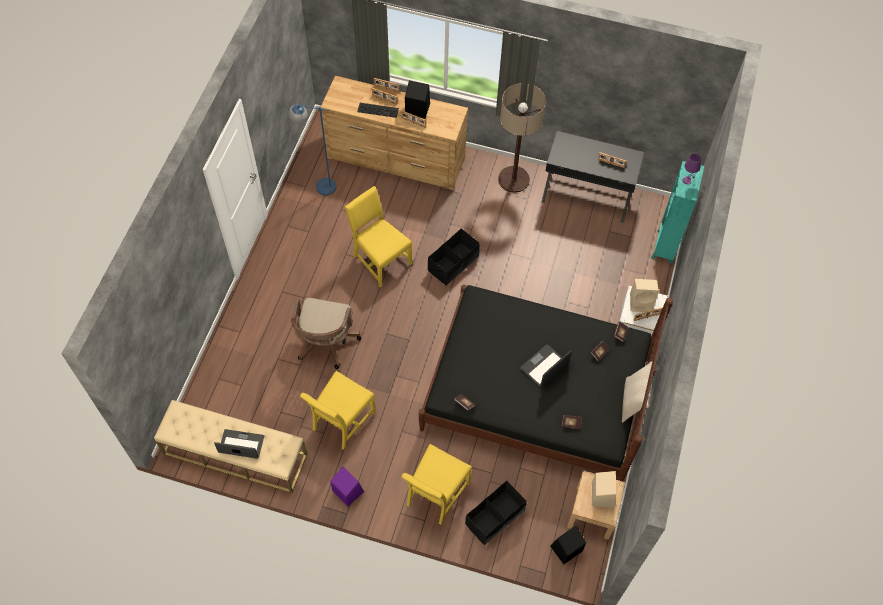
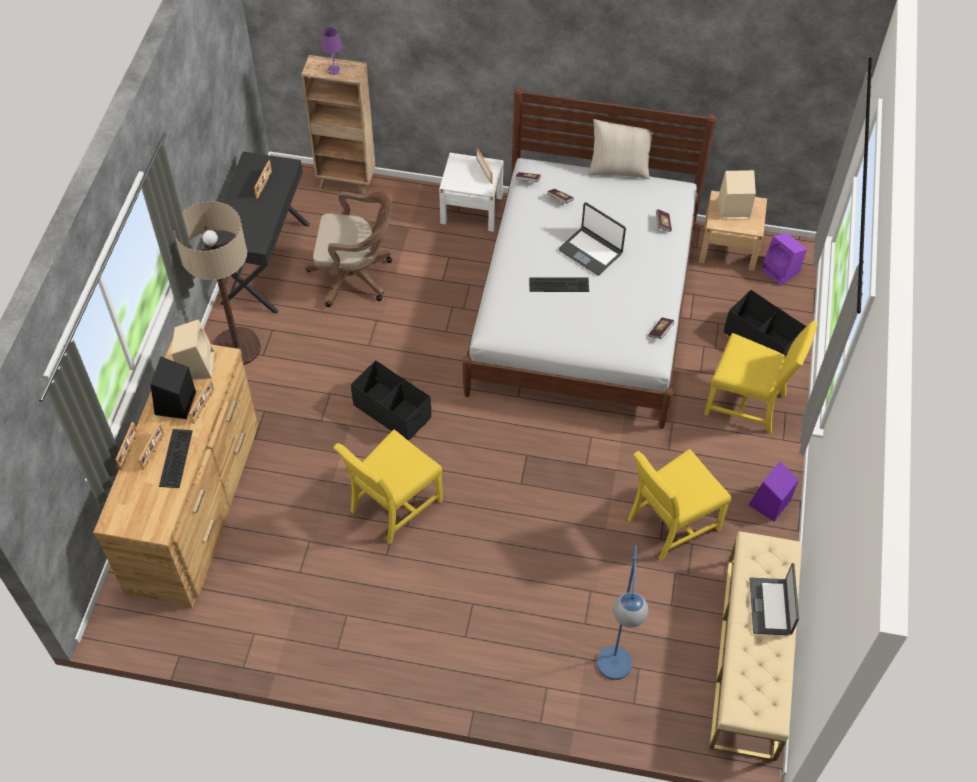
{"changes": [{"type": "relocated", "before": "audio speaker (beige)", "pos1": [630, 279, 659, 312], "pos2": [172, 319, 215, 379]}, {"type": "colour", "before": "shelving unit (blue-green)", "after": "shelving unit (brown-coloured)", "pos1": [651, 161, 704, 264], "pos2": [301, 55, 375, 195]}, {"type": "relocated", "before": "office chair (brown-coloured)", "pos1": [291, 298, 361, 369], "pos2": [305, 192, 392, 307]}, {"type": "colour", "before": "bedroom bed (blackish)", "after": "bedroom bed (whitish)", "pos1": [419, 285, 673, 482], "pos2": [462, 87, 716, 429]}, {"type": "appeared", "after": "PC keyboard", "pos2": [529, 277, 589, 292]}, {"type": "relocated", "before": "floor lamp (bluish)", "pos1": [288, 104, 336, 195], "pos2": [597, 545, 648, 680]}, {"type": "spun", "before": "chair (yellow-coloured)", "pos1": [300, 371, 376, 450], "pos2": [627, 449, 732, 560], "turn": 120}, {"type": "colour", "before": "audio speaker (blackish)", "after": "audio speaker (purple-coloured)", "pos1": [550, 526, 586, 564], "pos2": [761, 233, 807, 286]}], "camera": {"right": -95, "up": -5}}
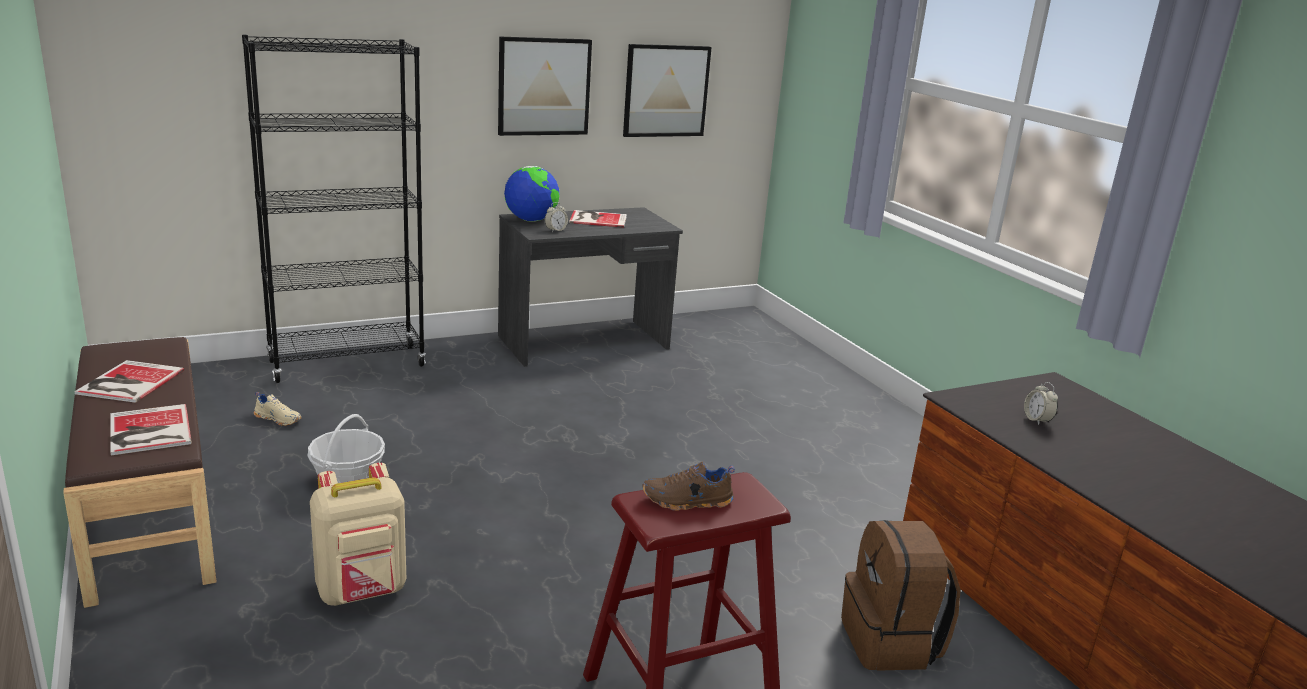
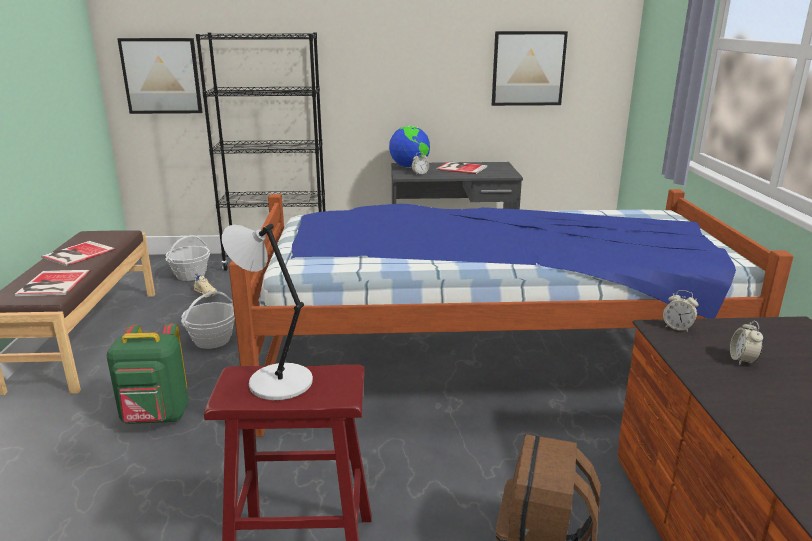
{"changes": [{"type": "colour", "before": "knapsack (beige)", "after": "knapsack (greenish)", "pos1": [310, 463, 406, 606], "pos2": [106, 323, 189, 424]}, {"type": "relocated", "before": "wall art", "pos1": [498, 36, 592, 136], "pos2": [117, 38, 203, 114]}, {"type": "appeared", "after": "basket", "pos2": [165, 235, 210, 281]}, {"type": "exchanged", "before": "item of footwear (brown-coloured)", "after": "table lamp (grey)", "pos1": [642, 462, 735, 511], "pos2": [222, 224, 313, 400]}, {"type": "appeared", "after": "bedroom bed", "pos2": [229, 189, 794, 437]}, {"type": "appeared", "after": "table clock", "pos2": [663, 290, 698, 332]}], "camera": {"right": 25, "up": 0}}
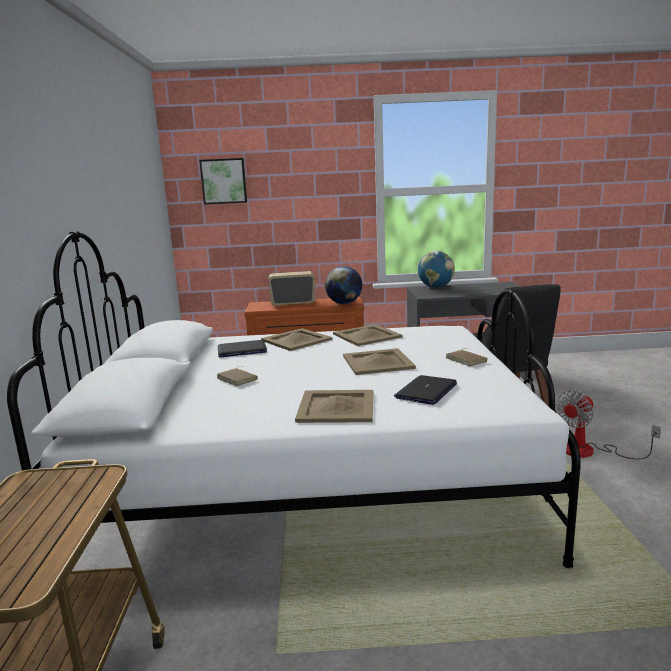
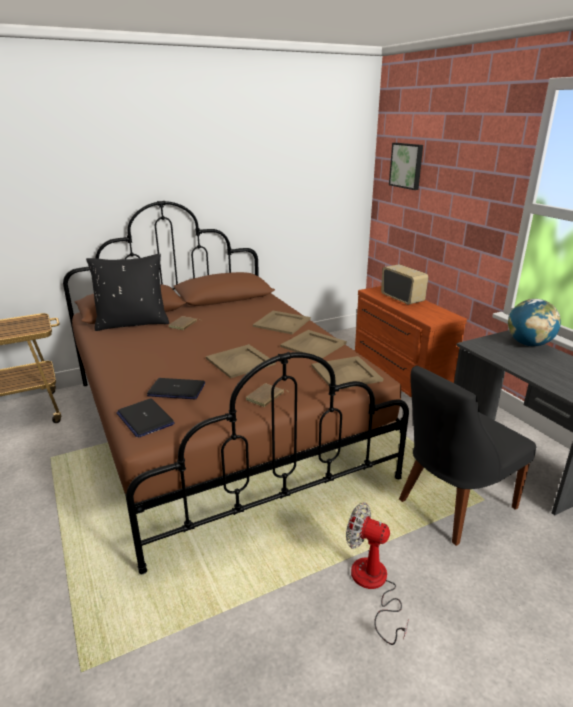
{"changes": [{"type": "colour", "before": "bedroom bed (whitish)", "after": "bedroom bed (brown-coloured)", "pos1": [7, 231, 581, 568], "pos2": [63, 201, 409, 574]}, {"type": "appeared", "after": "cushion (blackish)", "pos2": [86, 254, 169, 331]}, {"type": "relocated", "before": "laptop", "pos1": [218, 340, 267, 358], "pos2": [116, 398, 175, 437]}, {"type": "relocated", "before": "serving tray (beige)", "pos1": [295, 390, 373, 423], "pos2": [312, 356, 383, 389]}, {"type": "missing", "before": "globe", "pos1": [325, 266, 362, 304]}], "camera": {"right": 65, "up": 10}}
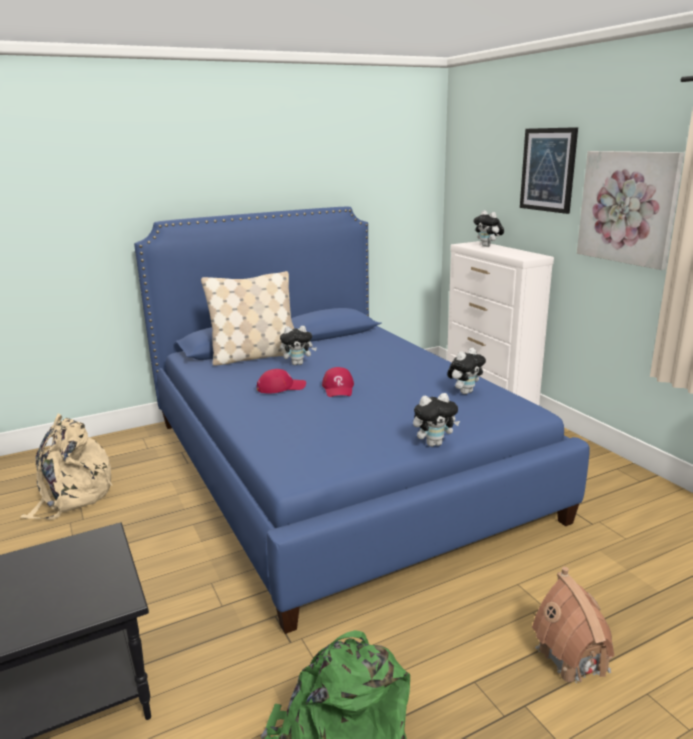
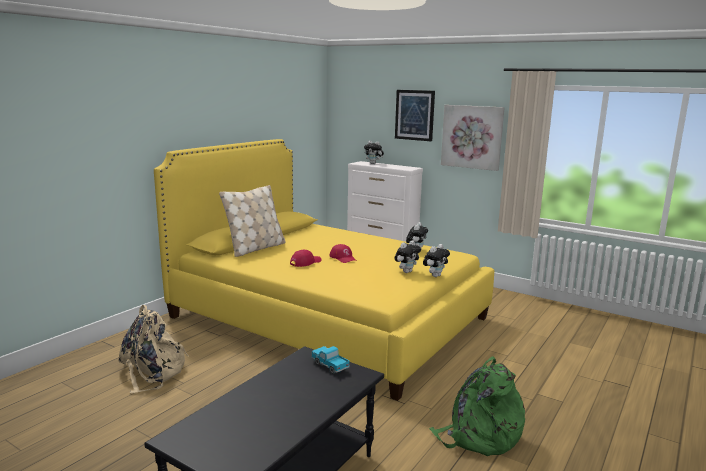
{"changes": [{"type": "colour", "before": "bedroom bed (bluish)", "after": "bedroom bed (yellow-coloured)", "pos1": [134, 207, 590, 634], "pos2": [154, 139, 494, 401]}, {"type": "appeared", "after": "toy truck", "pos2": [311, 346, 350, 374]}, {"type": "relocated", "before": "soft toy", "pos1": [280, 326, 317, 365], "pos2": [394, 240, 421, 273]}, {"type": "missing", "before": "miniature house", "pos1": [532, 567, 615, 686]}], "camera": {"right": -30, "up": -5}}
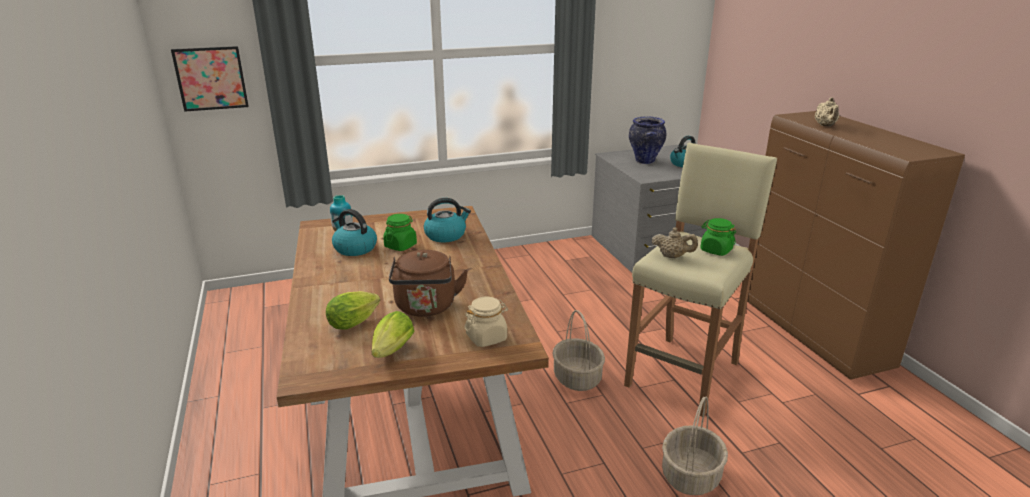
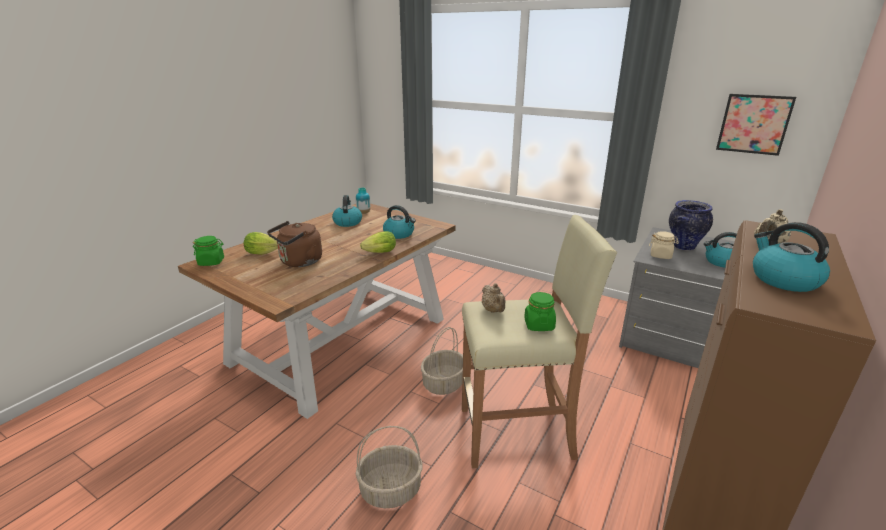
{"changes": [{"type": "relocated", "before": "storage jar (greenish)", "pos1": [383, 214, 417, 251], "pos2": [193, 236, 224, 266]}, {"type": "relocated", "before": "head of lettuce", "pos1": [371, 311, 414, 358], "pos2": [360, 231, 396, 253]}, {"type": "relocated", "before": "storage jar (beige)", "pos1": [464, 297, 508, 347], "pos2": [649, 231, 679, 259]}, {"type": "relocated", "before": "wall art", "pos1": [171, 46, 249, 112], "pos2": [716, 94, 796, 156]}, {"type": "appeared", "after": "tea kettle", "pos2": [753, 222, 830, 292]}], "camera": {"right": 50, "up": 0}}
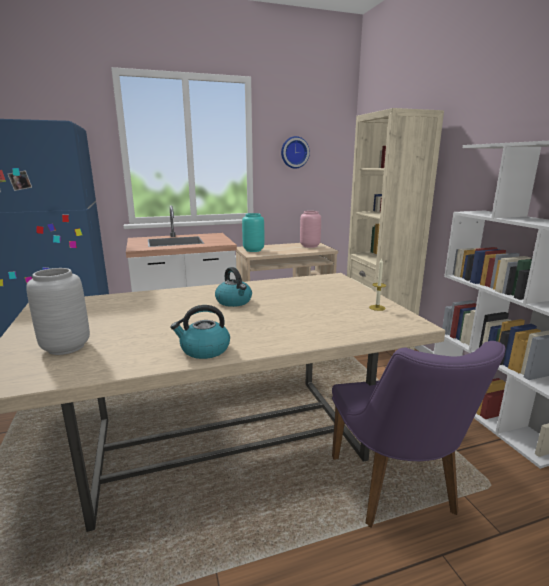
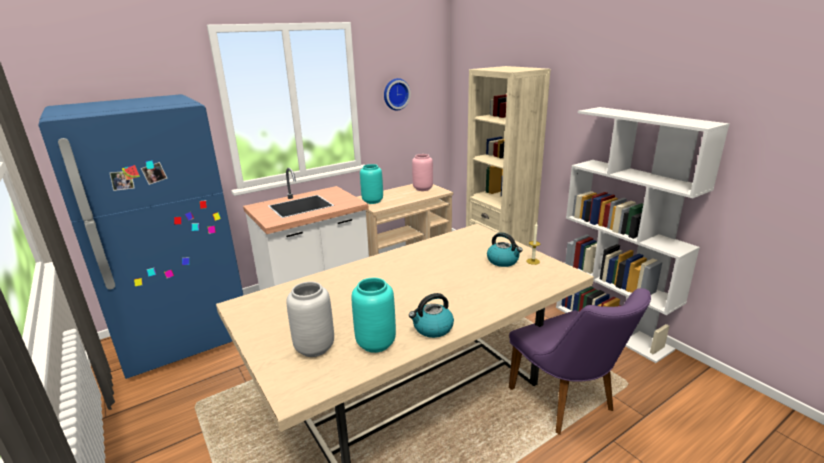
{"changes": [{"type": "appeared", "after": "decorative vase (blue-green)", "pos2": [352, 278, 396, 353]}, {"type": "relocated", "before": "tea kettle", "pos1": [215, 267, 252, 307], "pos2": [487, 232, 523, 267]}], "camera": {"right": -15, "up": 5}}
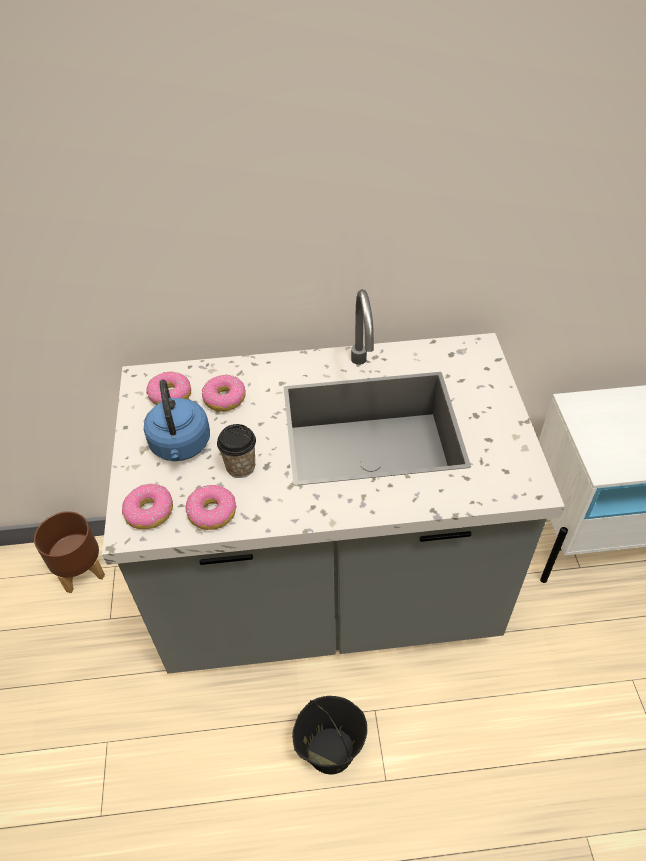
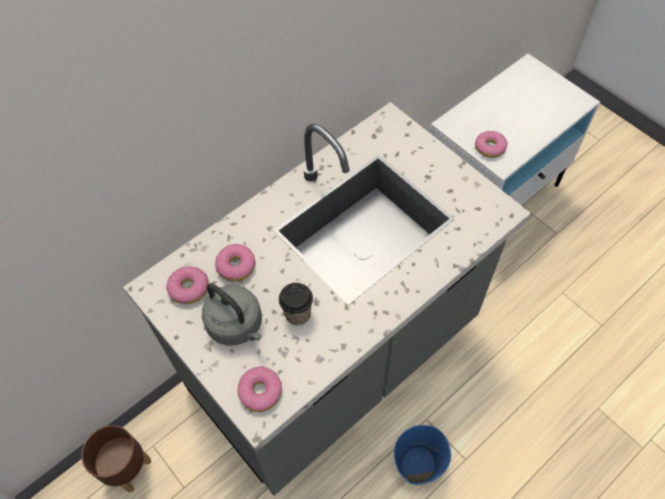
{"changes": [{"type": "colour", "before": "tea kettle (bluish)", "after": "tea kettle (grey)", "pos1": [144, 380, 210, 461], "pos2": [202, 283, 262, 346]}, {"type": "colour", "before": "bucket (blackish)", "after": "bucket (bluish)", "pos1": [292, 696, 367, 775], "pos2": [394, 425, 451, 485]}, {"type": "relocated", "before": "doughnut", "pos1": [185, 485, 237, 530], "pos2": [475, 131, 508, 158]}], "camera": {"right": -35, "up": 10}}
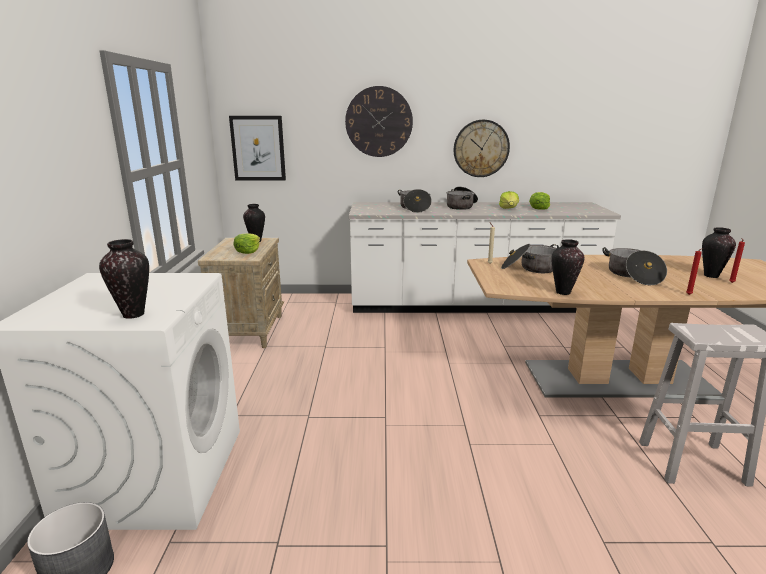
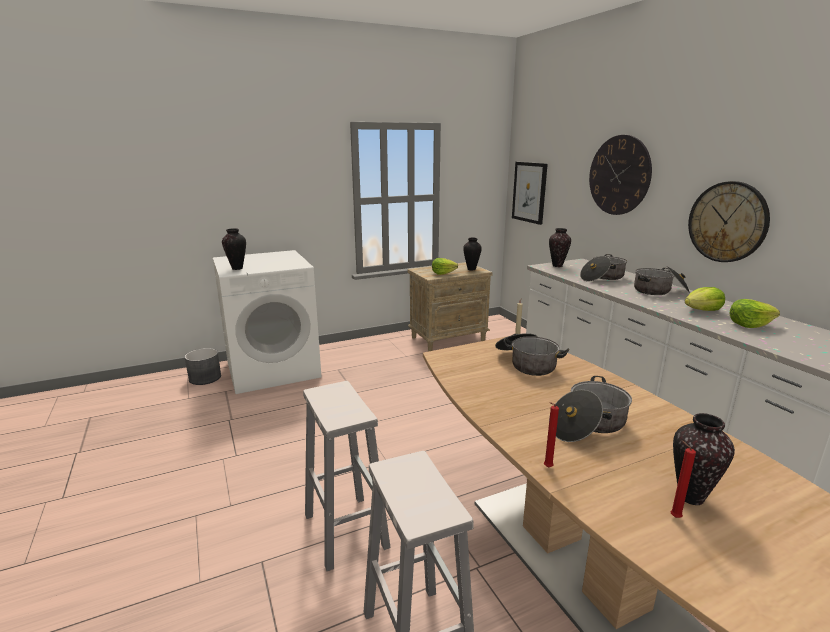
{"changes": [{"type": "appeared", "after": "sitting stool (whitish)", "pos2": [303, 381, 391, 571]}, {"type": "relocated", "before": "decorative vase", "pos1": [552, 239, 584, 295], "pos2": [549, 228, 571, 267]}], "camera": {"right": 65, "up": 0}}
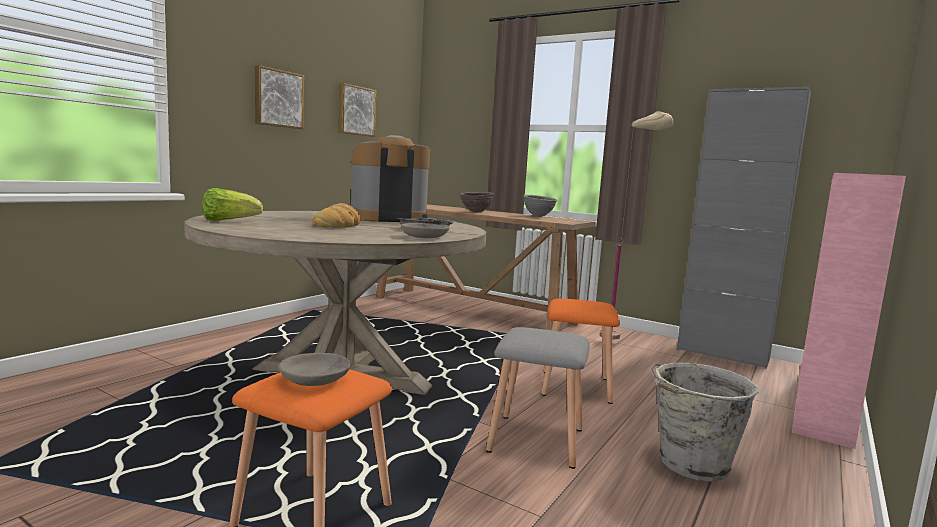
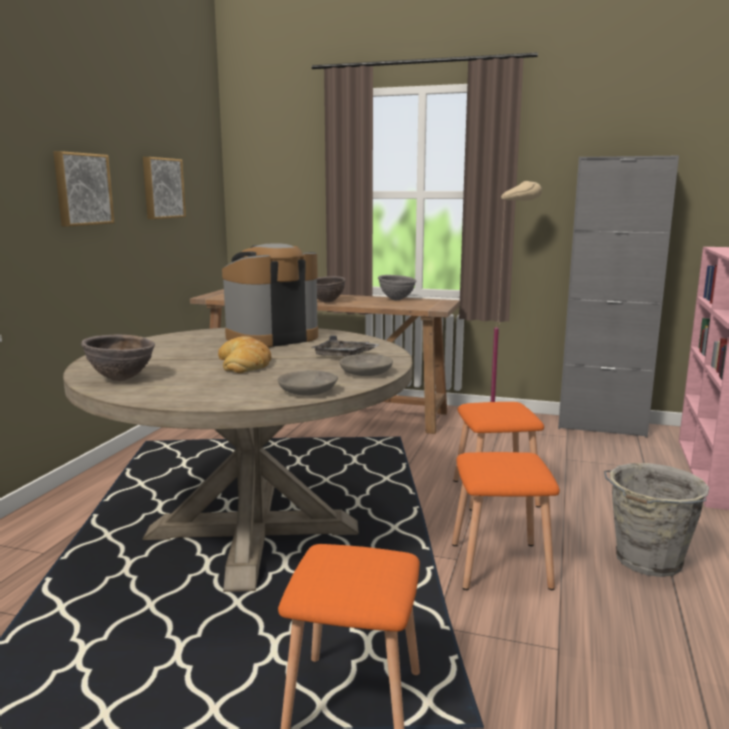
{"changes": [{"type": "exchanged", "before": "head of lettuce", "after": "serving bowl (brown-coloured)", "pos1": [202, 188, 263, 221], "pos2": [81, 335, 155, 381]}, {"type": "relocated", "before": "serving bowl (grey)", "pos1": [278, 353, 351, 386], "pos2": [278, 370, 338, 396]}, {"type": "colour", "before": "sitting stool (grey)", "after": "sitting stool (orangey)", "pos1": [486, 327, 589, 469], "pos2": [452, 452, 560, 590]}], "camera": {"right": -15, "up": 5}}
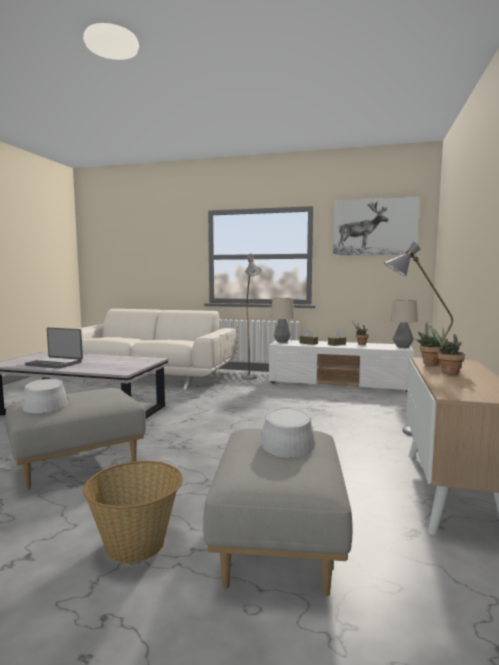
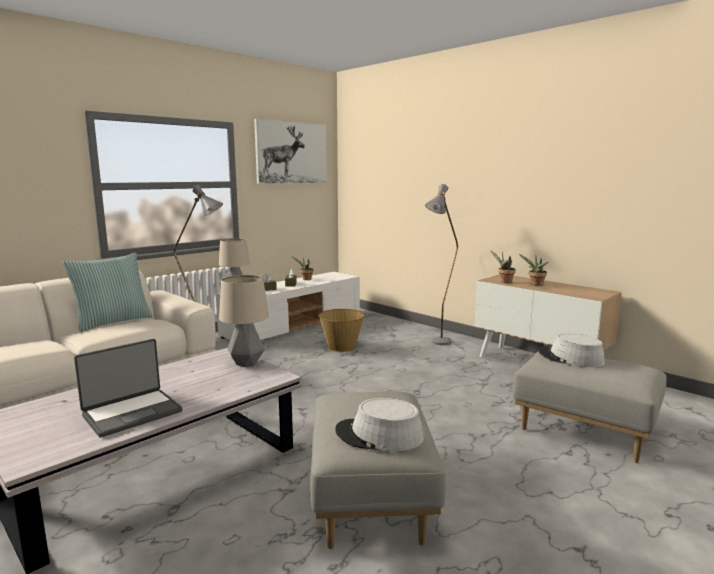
{"changes": [{"type": "appeared", "after": "cushion", "pos2": [63, 253, 153, 332]}, {"type": "relocated", "before": "table lamp", "pos1": [390, 299, 418, 348], "pos2": [219, 275, 269, 367]}, {"type": "relocated", "before": "basket", "pos1": [83, 461, 183, 563], "pos2": [318, 309, 365, 352]}], "camera": {"right": -60, "up": 5}}
